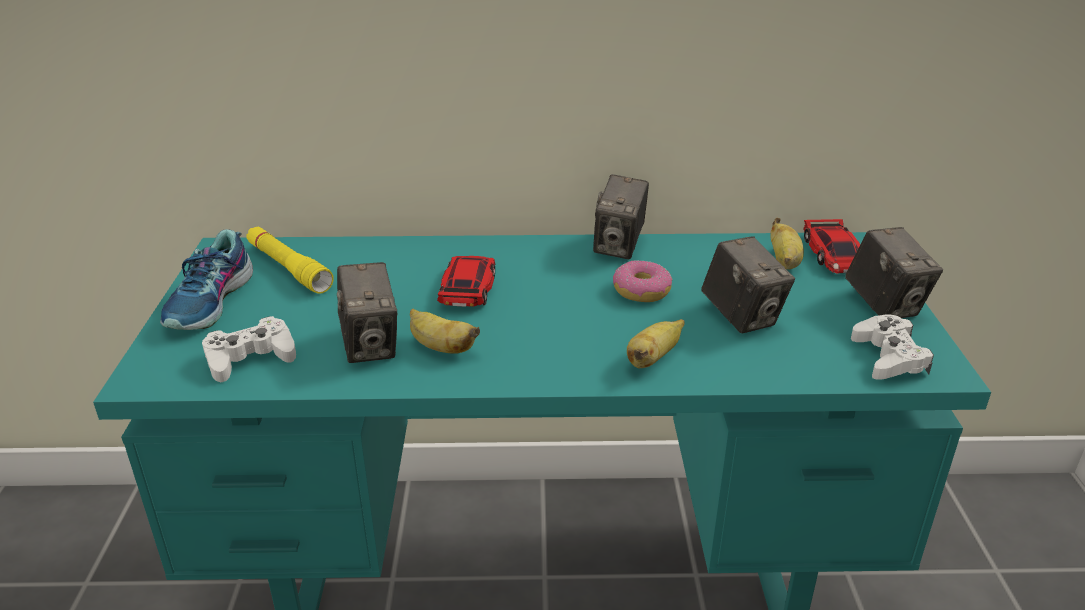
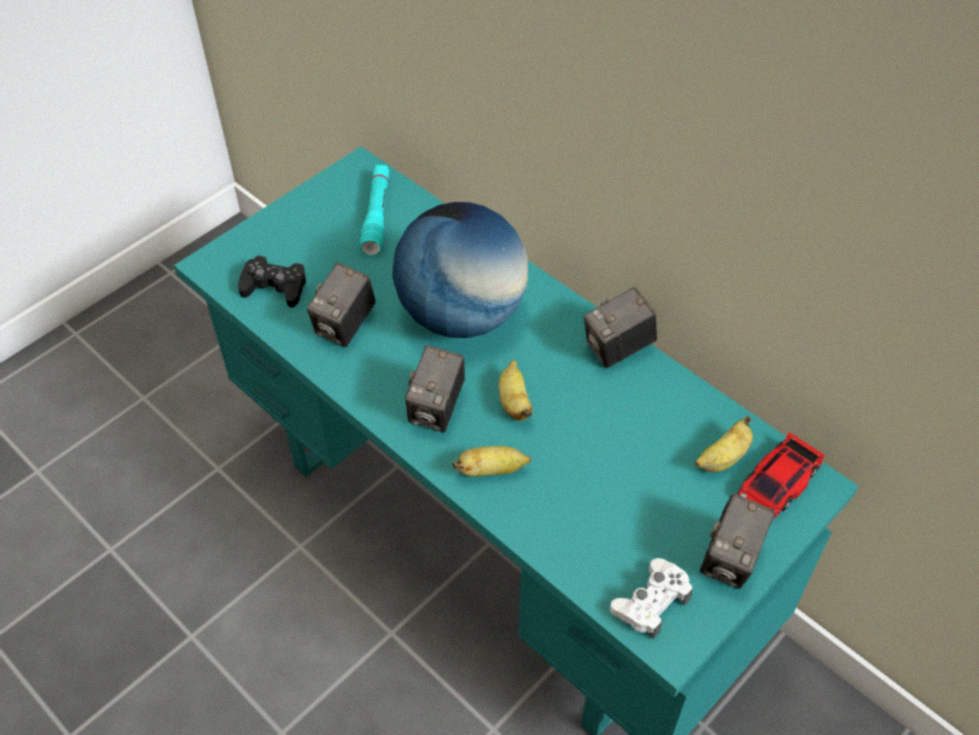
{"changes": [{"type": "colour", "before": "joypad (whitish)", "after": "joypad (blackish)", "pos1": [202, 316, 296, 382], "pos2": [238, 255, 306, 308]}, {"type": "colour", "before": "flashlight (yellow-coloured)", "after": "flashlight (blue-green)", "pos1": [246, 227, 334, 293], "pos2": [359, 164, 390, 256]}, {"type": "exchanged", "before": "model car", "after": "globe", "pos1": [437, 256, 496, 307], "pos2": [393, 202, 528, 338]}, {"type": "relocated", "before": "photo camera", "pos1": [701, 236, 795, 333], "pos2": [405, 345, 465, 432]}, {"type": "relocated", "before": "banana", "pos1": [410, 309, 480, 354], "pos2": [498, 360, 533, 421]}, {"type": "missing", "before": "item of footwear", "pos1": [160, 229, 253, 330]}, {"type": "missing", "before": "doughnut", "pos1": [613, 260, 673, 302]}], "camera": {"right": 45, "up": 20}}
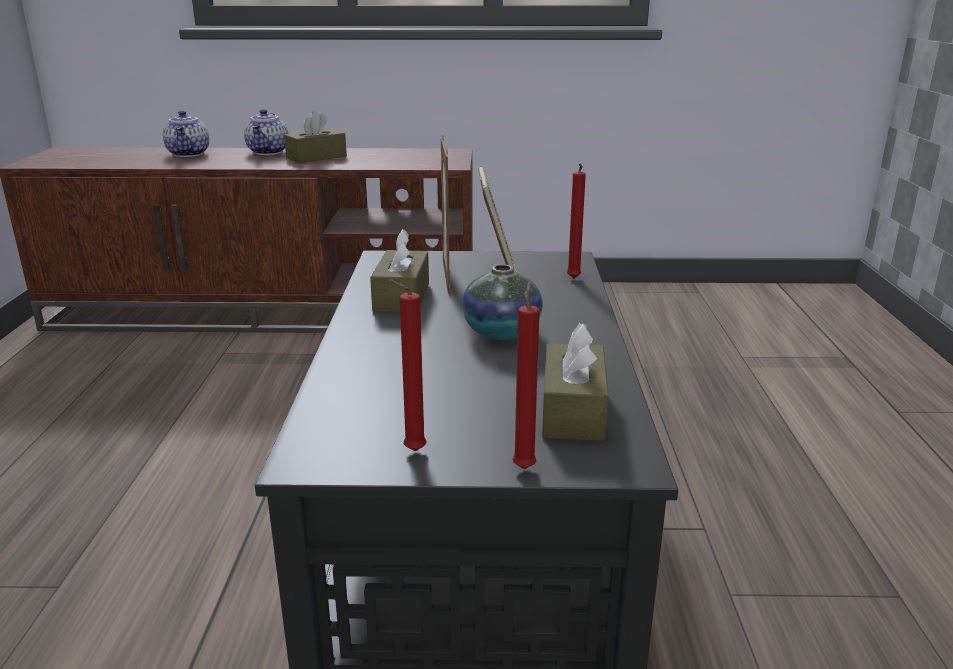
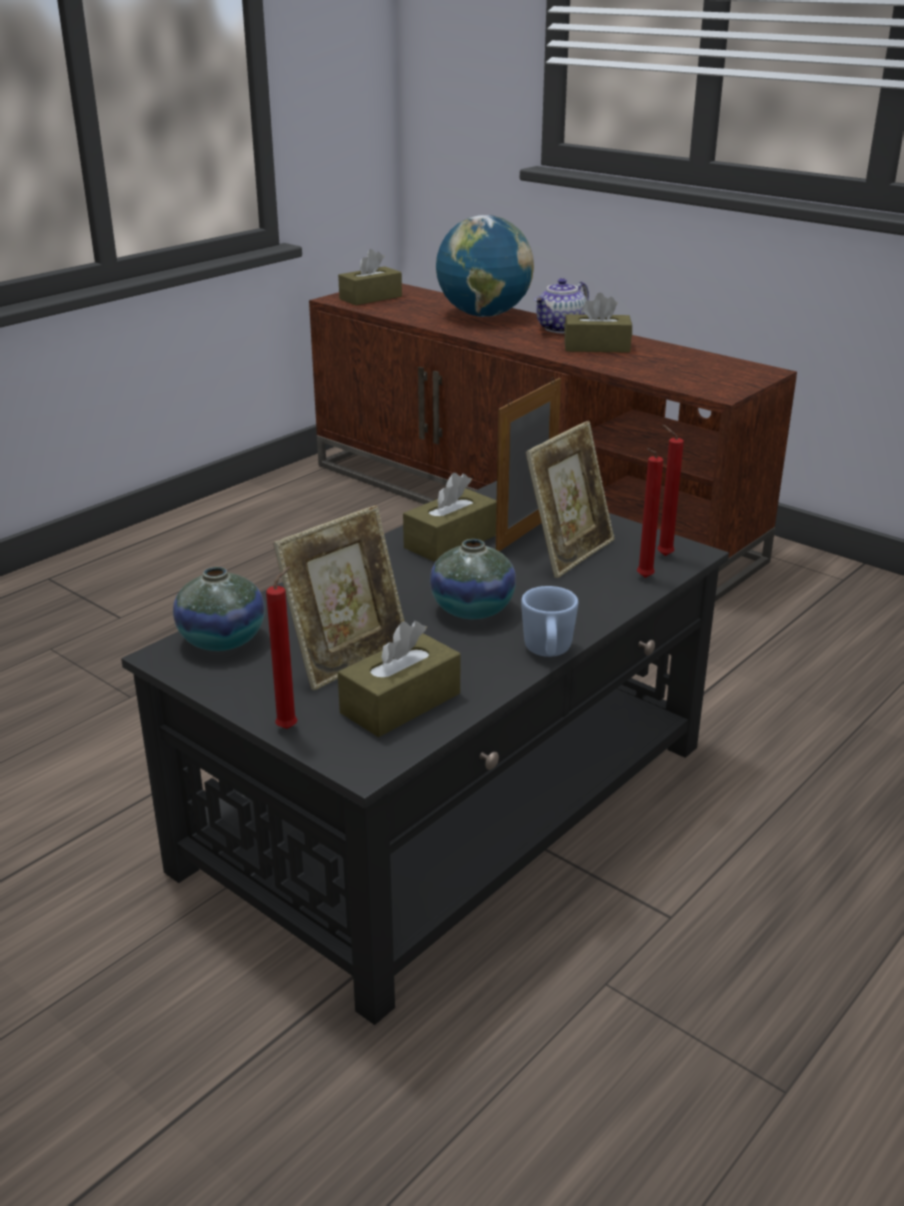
{"changes": [{"type": "appeared", "after": "decorative vase", "pos2": [173, 567, 265, 651]}, {"type": "appeared", "after": "picture frame", "pos2": [273, 505, 405, 690]}, {"type": "appeared", "after": "tissue holder (brown-coloured)", "pos2": [338, 249, 402, 305]}, {"type": "exchanged", "before": "pot for tea", "after": "globe", "pos1": [163, 110, 209, 157], "pos2": [436, 215, 534, 317]}, {"type": "appeared", "after": "mug (bluish)", "pos2": [521, 586, 578, 657]}, {"type": "relocated", "before": "wax light (red-coloured)", "pos1": [388, 279, 426, 451], "pos2": [657, 425, 684, 556]}], "camera": {"right": 40, "up": 5}}
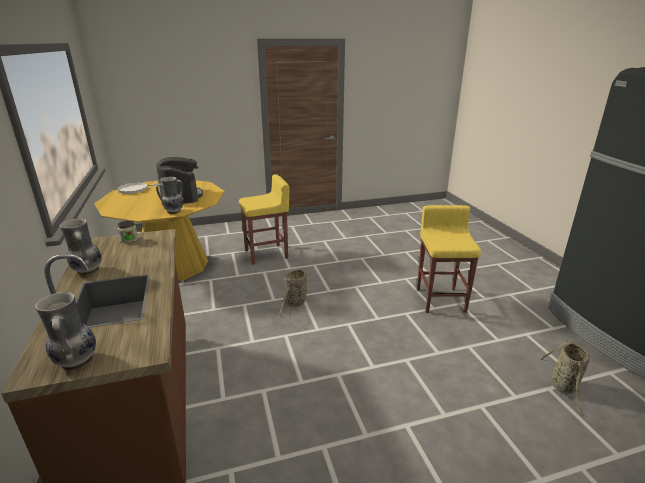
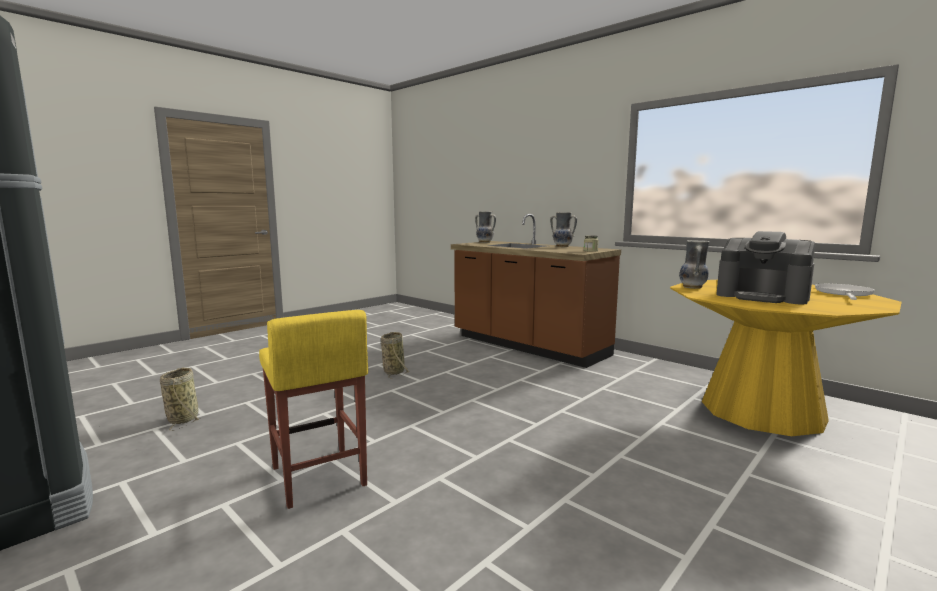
{"changes": [{"type": "relocated", "before": "basket", "pos1": [279, 268, 308, 318], "pos2": [381, 332, 410, 379]}, {"type": "missing", "before": "sitting stool (yellow-coloured)", "pos1": [239, 174, 290, 265]}], "camera": {"right": 150, "up": -15}}
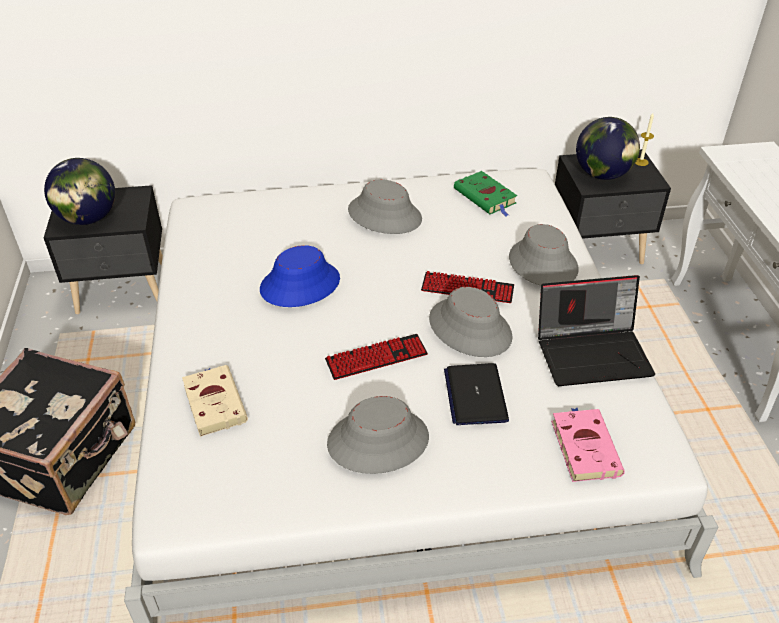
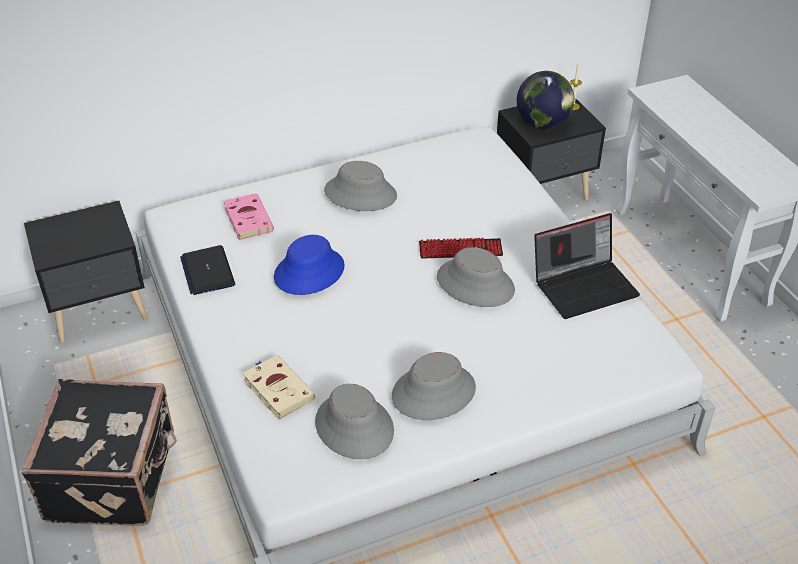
{"changes": [{"type": "relocated", "before": "laptop", "pos1": [444, 363, 509, 425], "pos2": [180, 245, 235, 295]}, {"type": "relocated", "before": "volume (pinkish)", "pos1": [551, 408, 625, 482], "pos2": [223, 193, 274, 240]}, {"type": "relocated", "before": "wearable hat (grey)", "pos1": [509, 224, 579, 285], "pos2": [315, 384, 394, 459]}, {"type": "missing", "before": "globe", "pos1": [44, 158, 115, 225]}, {"type": "missing", "before": "PC keyboard", "pos1": [325, 334, 428, 380]}, {"type": "missing", "before": "volume (greenish)", "pos1": [454, 171, 517, 216]}], "camera": {"right": -15, "up": 0}}
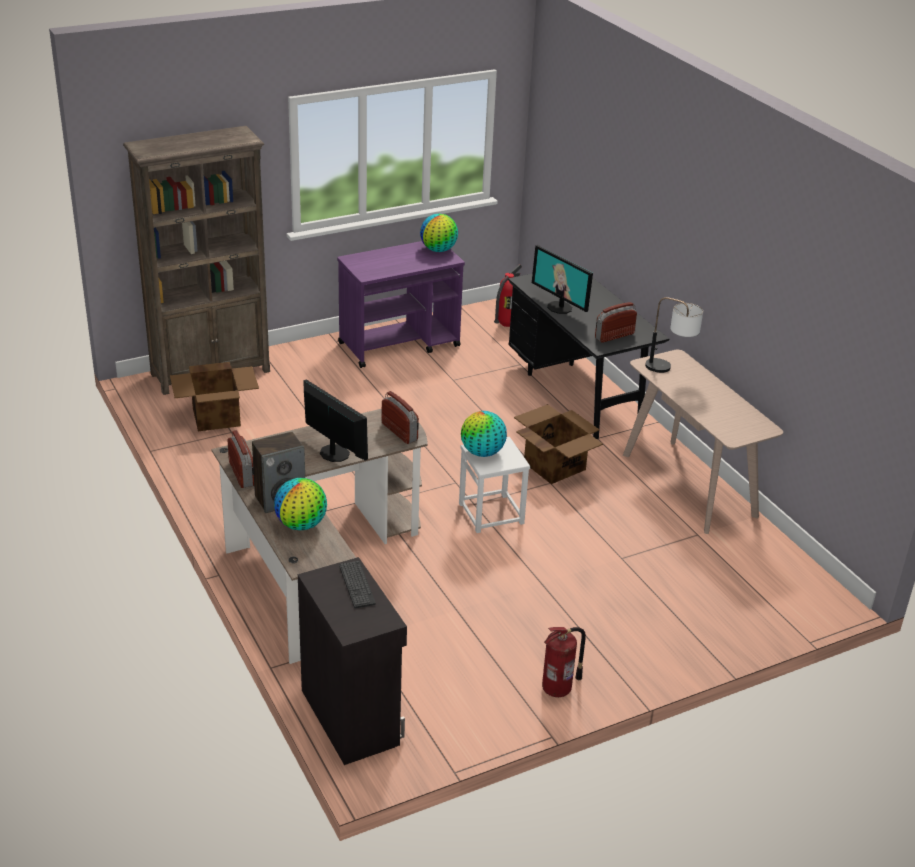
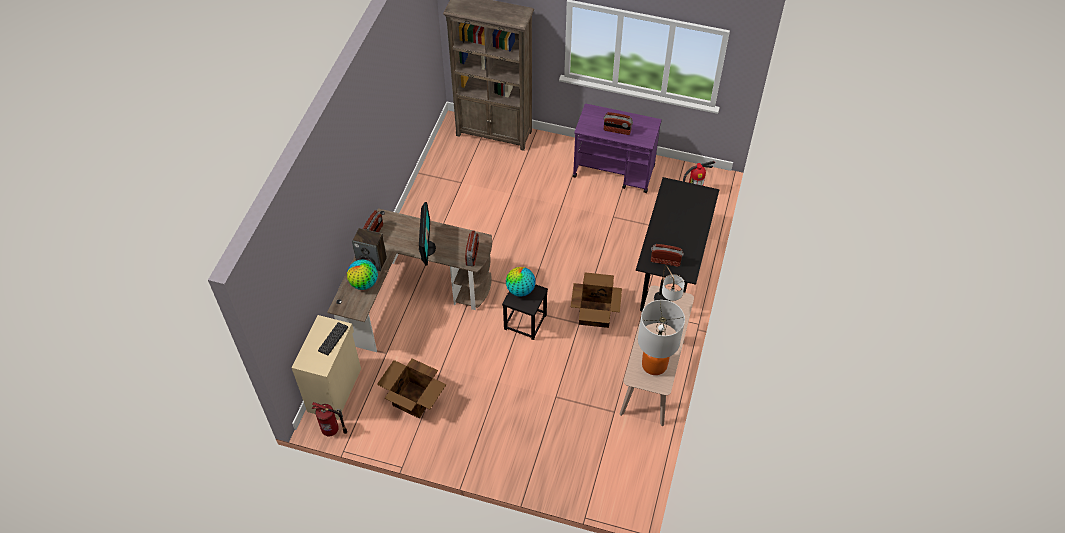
{"changes": [{"type": "colour", "before": "cabinet (blackish)", "after": "cabinet (beige)", "pos1": [298, 557, 407, 765], "pos2": [292, 315, 361, 420]}, {"type": "relocated", "before": "fire-fighting cylinder", "pos1": [542, 627, 586, 697], "pos2": [312, 402, 348, 436]}, {"type": "relocated", "before": "packing box", "pos1": [170, 362, 259, 431], "pos2": [377, 359, 446, 419]}, {"type": "colour", "before": "sitting stool (whitish)", "after": "sitting stool (blackish)", "pos1": [459, 437, 530, 533], "pos2": [502, 284, 548, 340]}, {"type": "appeared", "after": "radio set", "pos2": [604, 112, 633, 135]}, {"type": "appeared", "after": "table lamp", "pos2": [638, 300, 685, 375]}, {"type": "missing", "before": "globe", "pos1": [420, 214, 458, 252]}, {"type": "missing", "before": "monitor", "pos1": [532, 245, 593, 314]}], "camera": {"right": 45, "up": 20}}
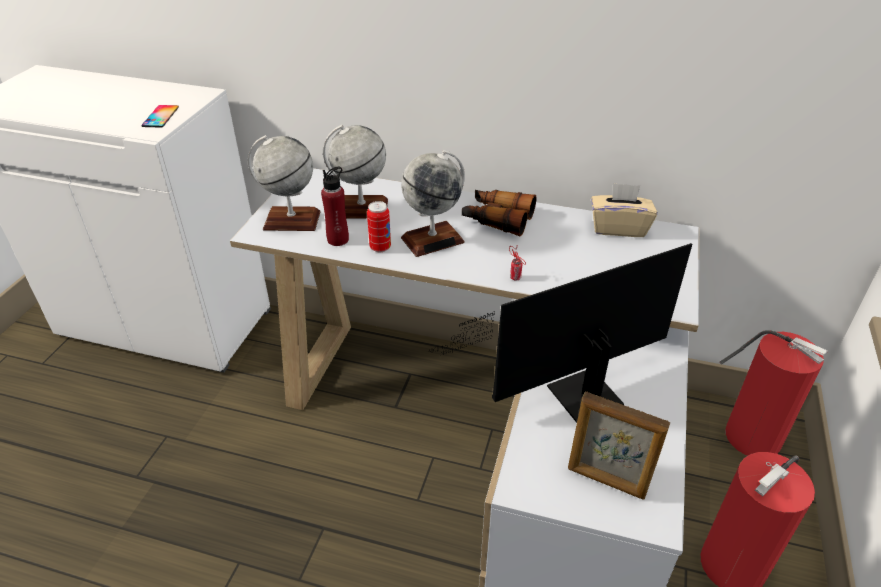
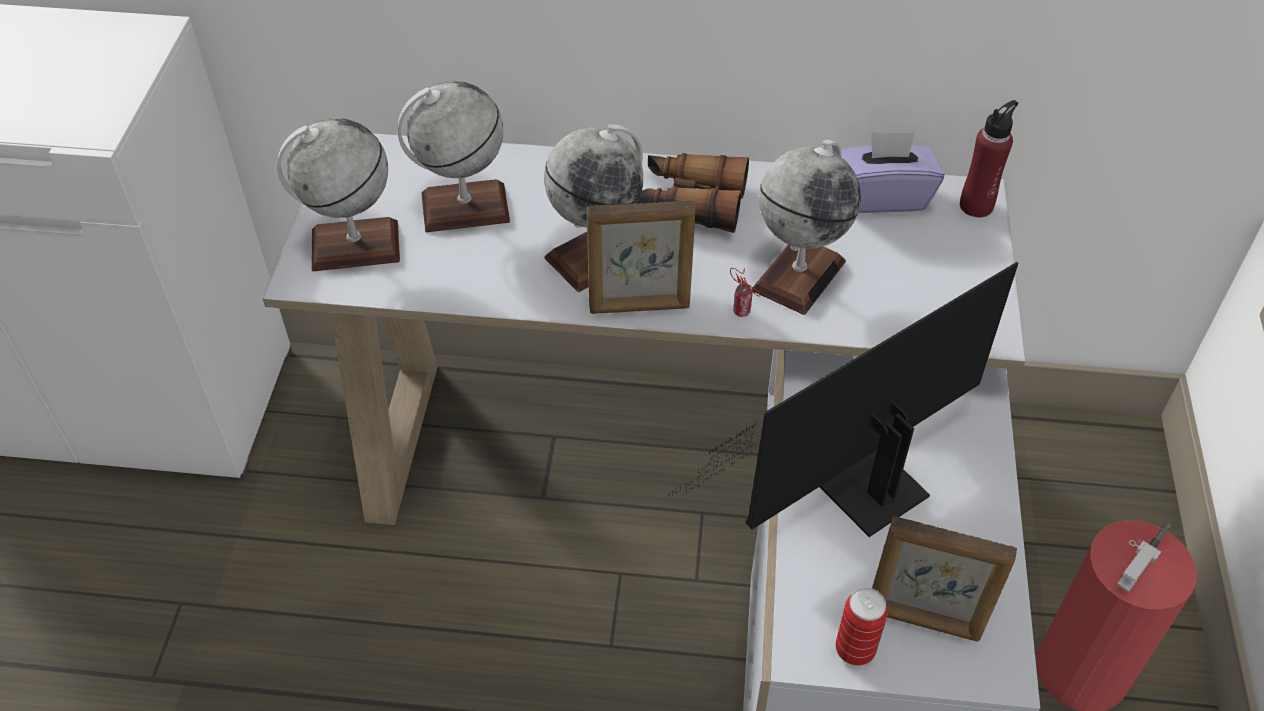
{"changes": [{"type": "appeared", "after": "picture frame", "pos2": [587, 200, 695, 314]}, {"type": "appeared", "after": "globe", "pos2": [752, 140, 861, 315]}, {"type": "relocated", "before": "metal can", "pos1": [367, 201, 391, 252], "pos2": [836, 587, 888, 666]}, {"type": "colour", "before": "tissue holder (beige)", "after": "tissue holder (purple-coloured)", "pos1": [591, 183, 657, 237], "pos2": [841, 132, 944, 213]}, {"type": "relocated", "before": "drink bottle (red-coloured)", "pos1": [321, 167, 349, 246], "pos2": [960, 100, 1018, 217]}, {"type": "missing", "before": "handset", "pos1": [141, 105, 179, 128]}, {"type": "missing", "before": "fire-fighting cylinder", "pos1": [720, 330, 828, 456]}], "camera": {"right": -10, "up": 10}}
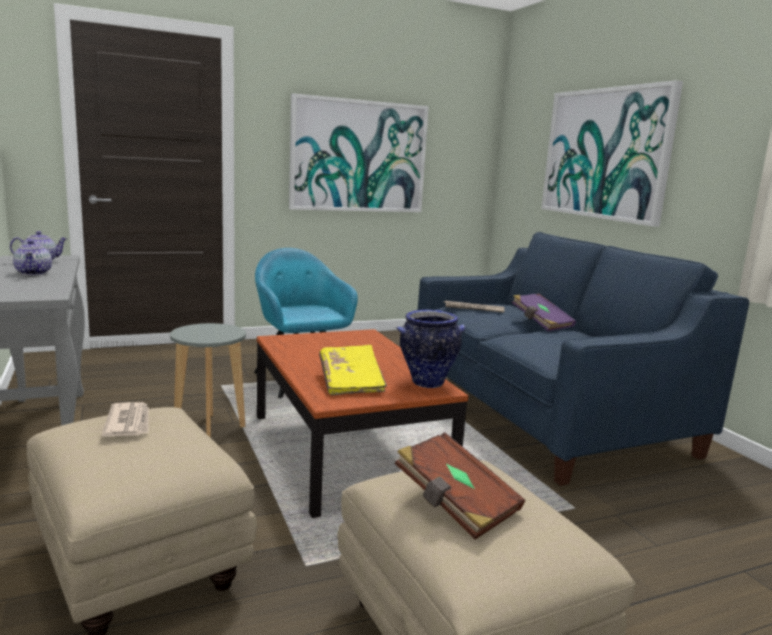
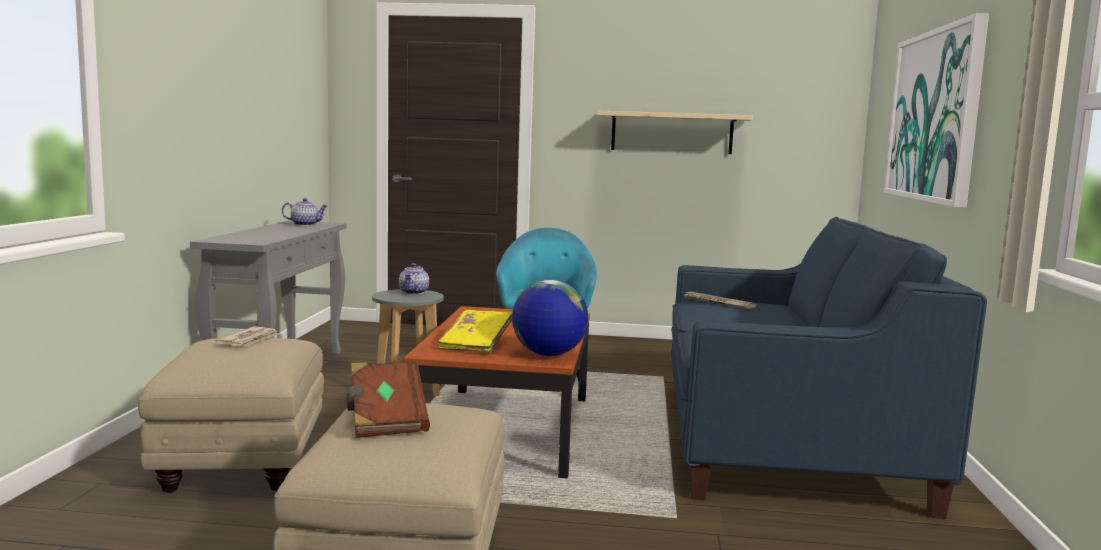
{"changes": [{"type": "relocated", "before": "pot for tea", "pos1": [13, 240, 52, 275], "pos2": [399, 263, 429, 294]}, {"type": "exchanged", "before": "decorative vase", "after": "globe", "pos1": [397, 309, 465, 388], "pos2": [512, 280, 588, 356]}, {"type": "exchanged", "before": "wall art", "after": "shelf (beige)", "pos1": [289, 93, 429, 212], "pos2": [597, 111, 753, 154]}, {"type": "missing", "before": "volume (purple-coloured)", "pos1": [512, 294, 576, 331]}], "camera": {"right": 30, "up": -5}}
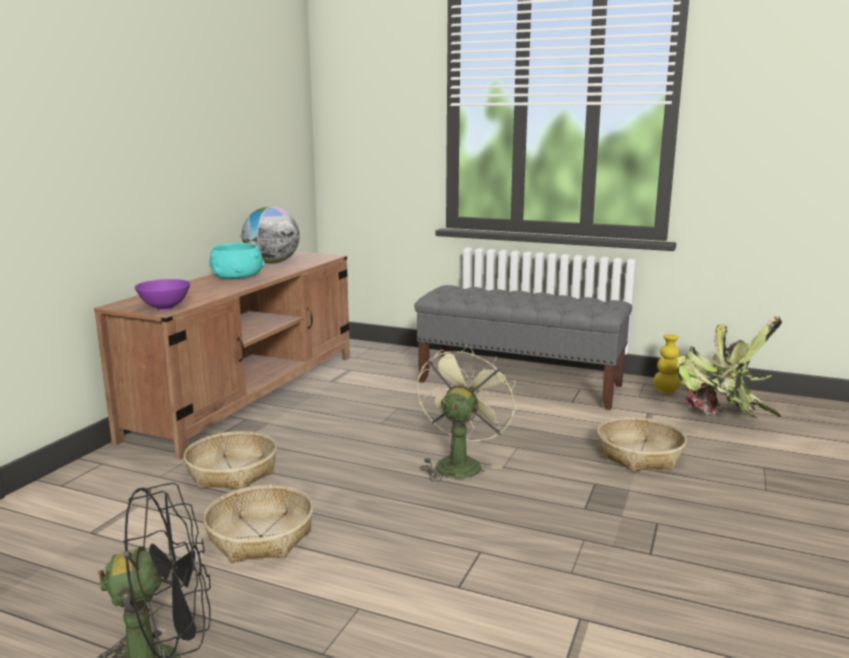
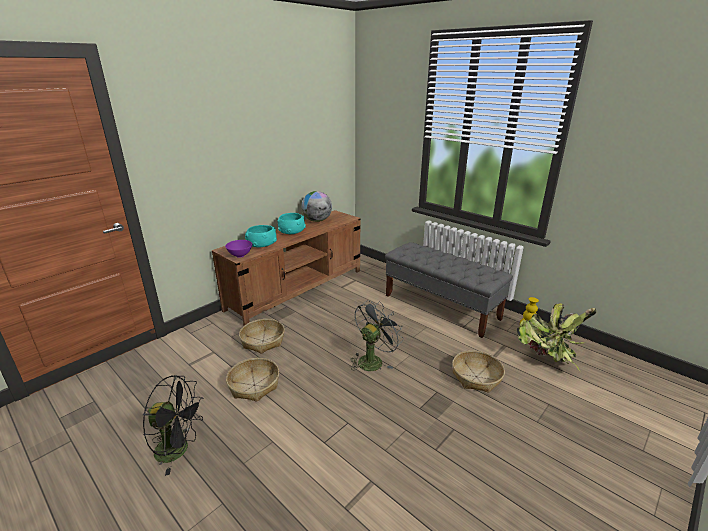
{"changes": [{"type": "appeared", "after": "serving bowl (blue-green)", "pos2": [245, 225, 277, 247]}, {"type": "colour", "before": "electric fan (greenish)", "after": "electric fan (grey)", "pos1": [417, 344, 516, 482], "pos2": [350, 300, 404, 371]}], "camera": {"right": 20, "up": 10}}
